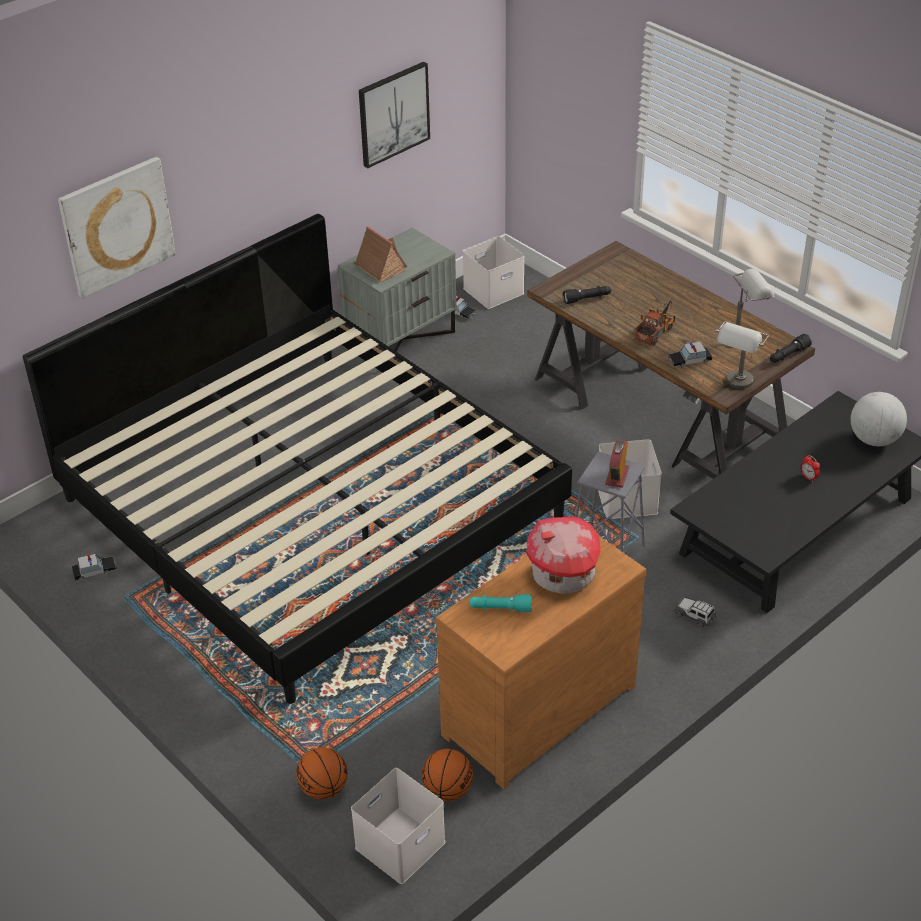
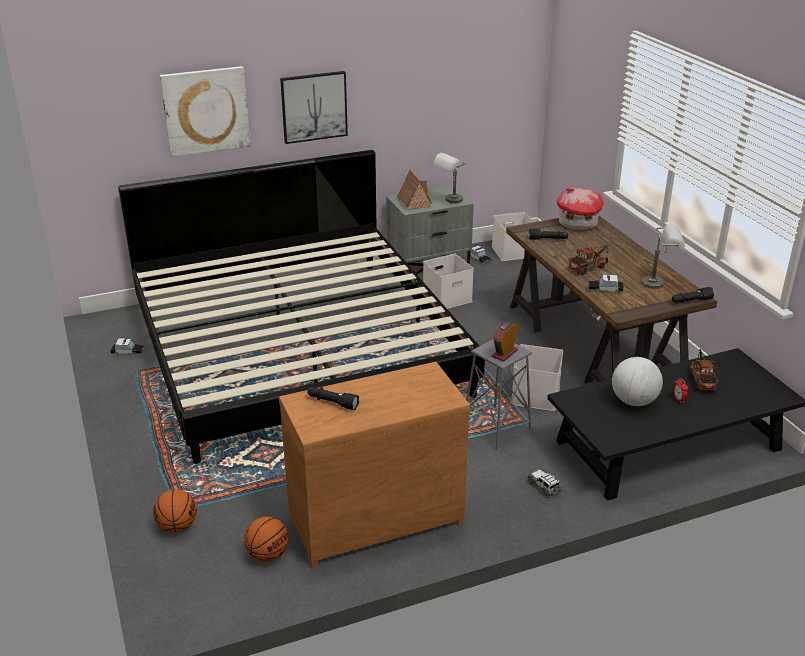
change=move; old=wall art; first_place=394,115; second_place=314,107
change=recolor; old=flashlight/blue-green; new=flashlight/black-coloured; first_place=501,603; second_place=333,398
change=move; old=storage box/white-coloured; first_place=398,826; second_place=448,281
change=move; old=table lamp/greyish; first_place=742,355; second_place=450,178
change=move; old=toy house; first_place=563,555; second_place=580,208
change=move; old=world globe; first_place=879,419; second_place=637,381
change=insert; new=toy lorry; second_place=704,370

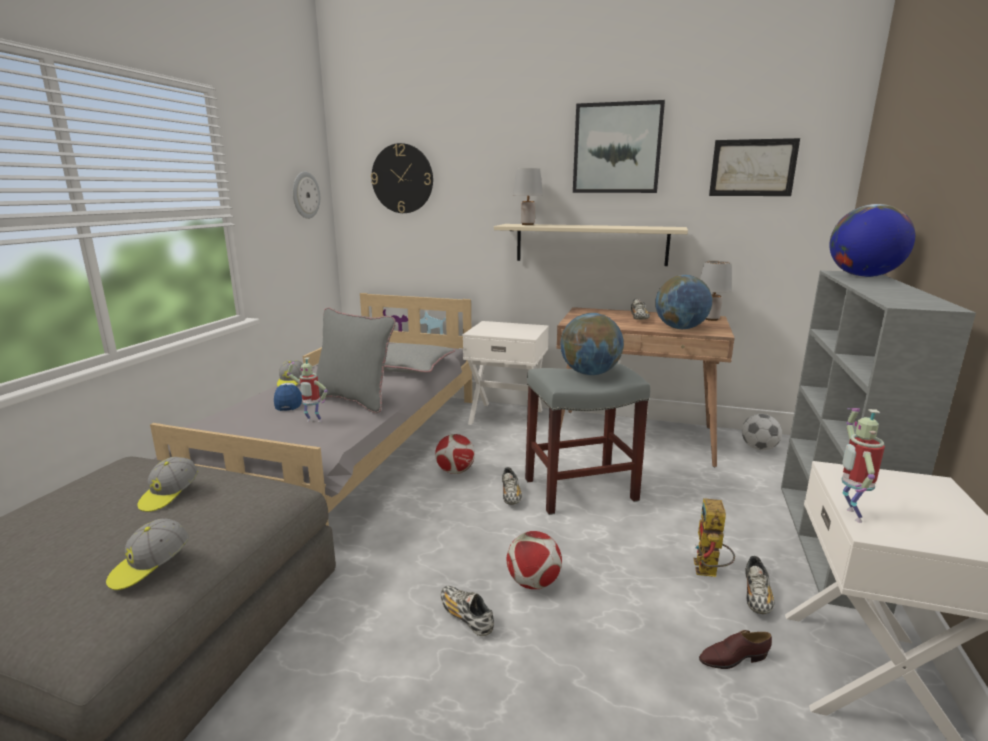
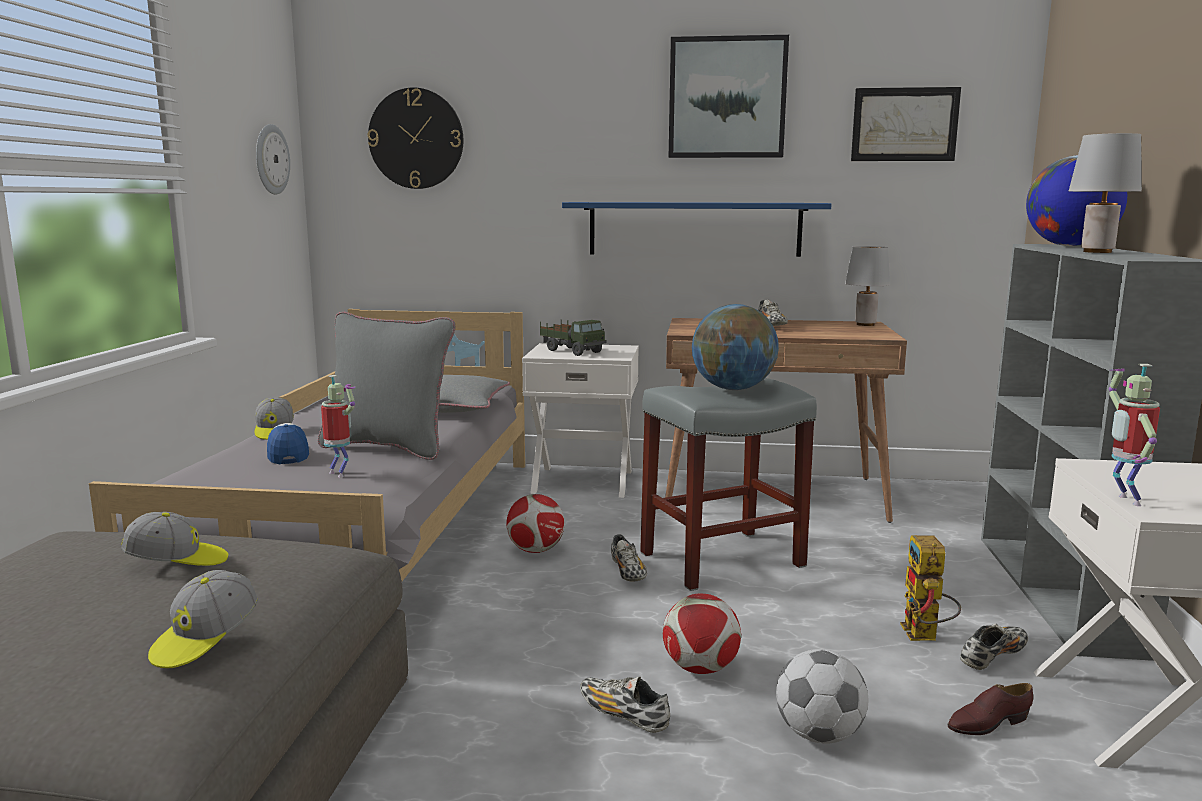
change=rotate; old=cap; first_place=167,484; second_place=174,539; degrees=-105
change=rotate; old=robot figure; first_place=307,389; second_place=338,426; degrees=-135
change=insert; new=toy lorry; second_place=573,338
change=recolor; old=wall shelf/sand-coloured; new=wall shelf/bluish; first_place=591,245; second_place=697,229
change=move; old=ball for football; first_place=762,432; second_place=822,696
change=rotate; old=item of footwear; first_place=759,585; second_place=994,646; degrees=-135
change=move; old=table lamp/greyish; first_place=528,196; second_place=1105,193
change=delete; old=world globe; first_place=683,302

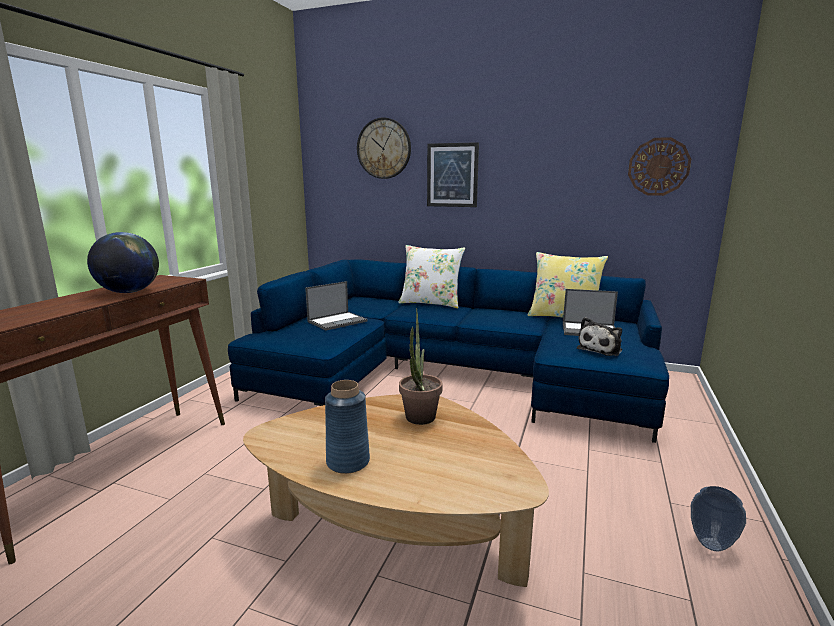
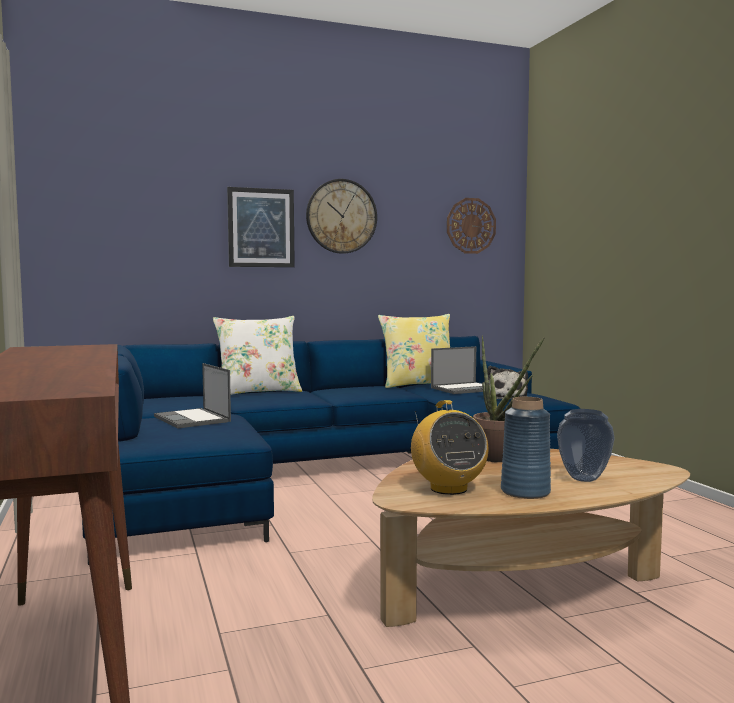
change=rotate; old=laptop; first_place=336,306; second_place=192,396; degrees=135
change=move; old=wall clock; first_place=384,148; second_place=341,216
change=insert; new=radio; second_place=450,447
change=move; old=vase; first_place=718,518; second_place=586,445
change=delete; old=world globe; first_place=123,262

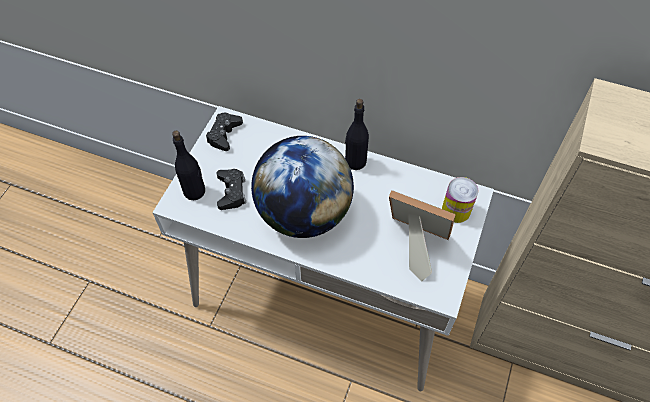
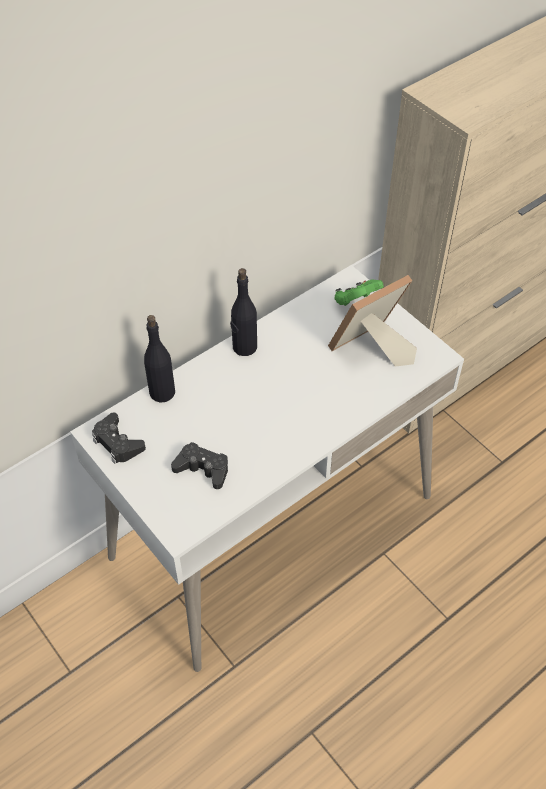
change=move; old=drink bottle/black-coloured; first_place=188,165; second_place=159,359
change=replace; old=sealed can; new=joypad/greenish; first_place=460,200; second_place=359,293
change=delete; old=world globe; first_place=302,187

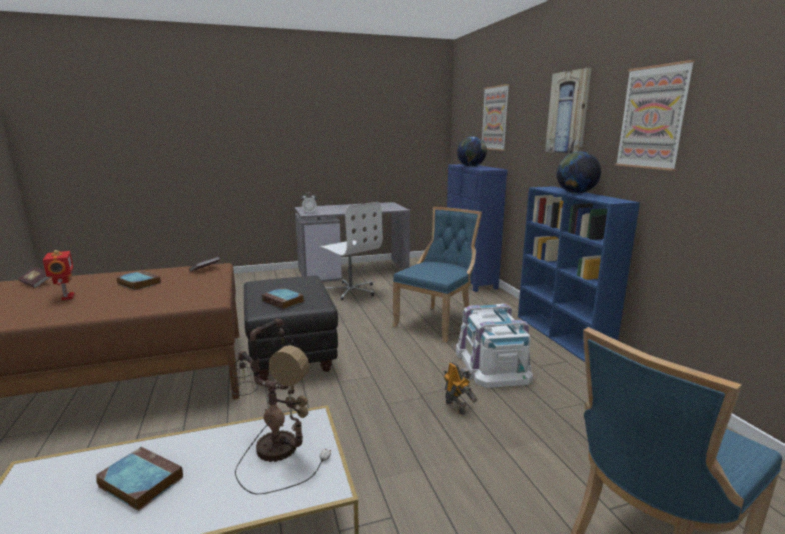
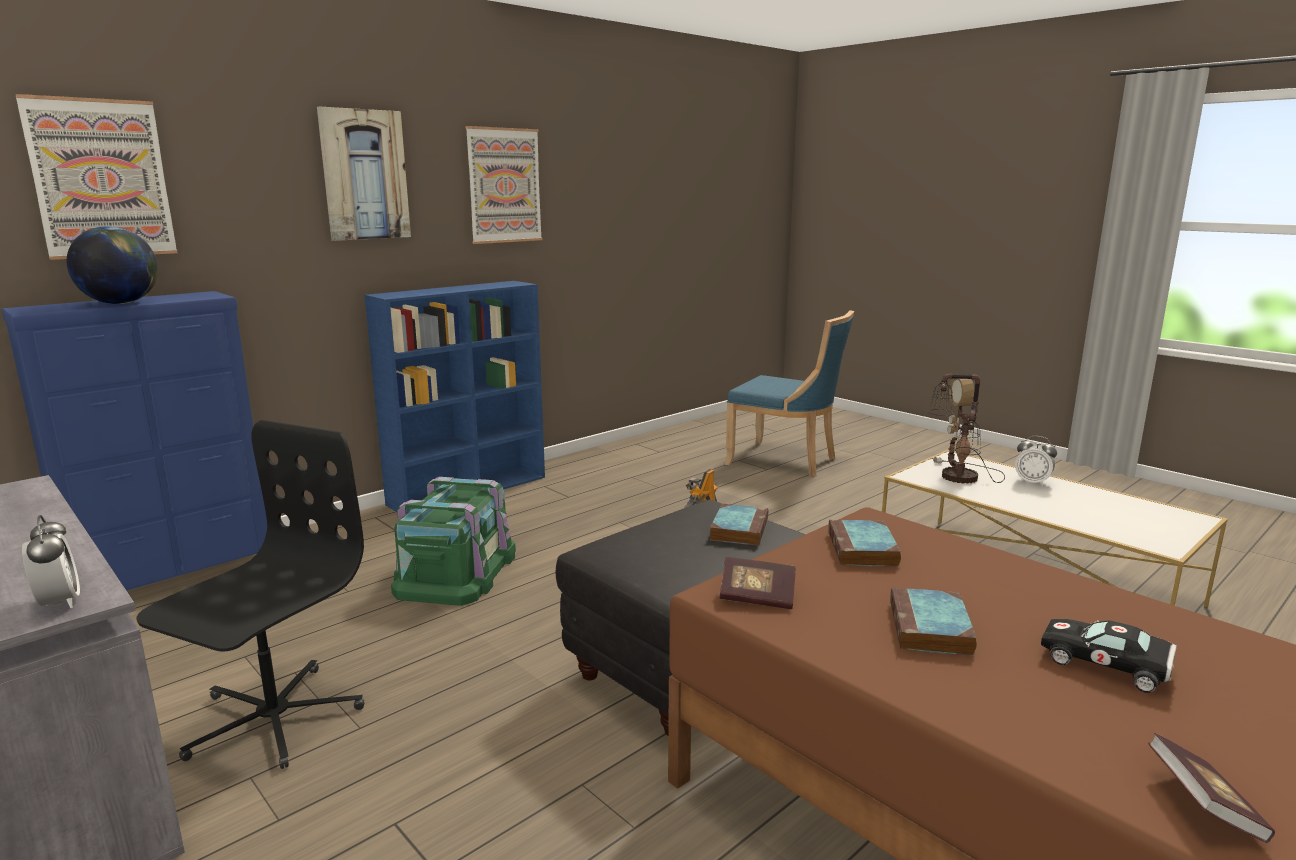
change=recolor; old=computer chair/white-coloured; new=computer chair/black-coloured; first_place=351,251; second_place=250,594
change=replace; old=plain chair/bluish; new=storage box/greenish; first_place=437,274; second_place=453,541
change=move; old=book; first_place=139,479; second_place=864,543
change=insert; new=alarm clock; second_place=1036,461
change=replace; old=robot figure; new=toy car/black-coloured; first_place=59,275; second_place=1109,656
change=delete; old=storage box/white-coloured; first_place=494,346
change=delete; old=world globe; first_place=578,173

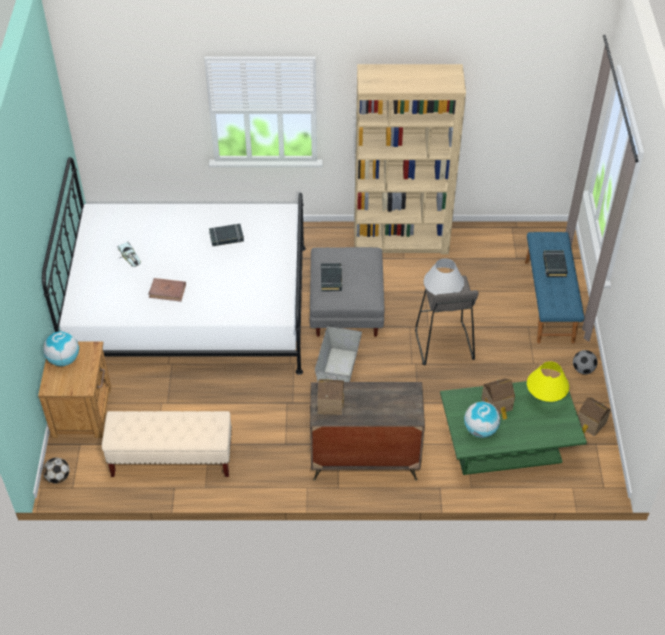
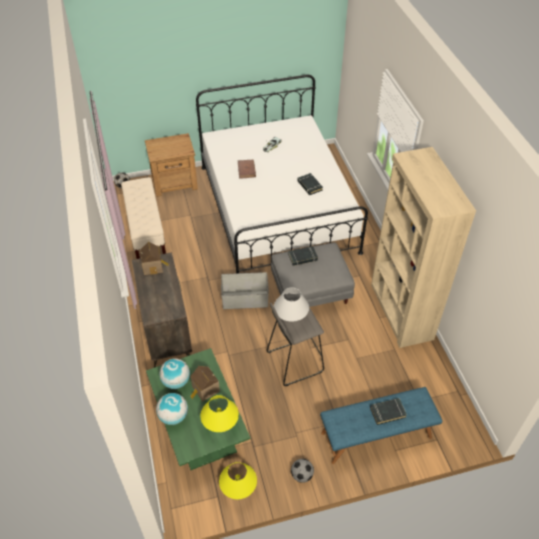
change=move; old=world globe; first_place=61,348; second_place=172,409
change=replace; old=toy house; new=table lamp/yellow; first_place=594,417; second_place=238,480

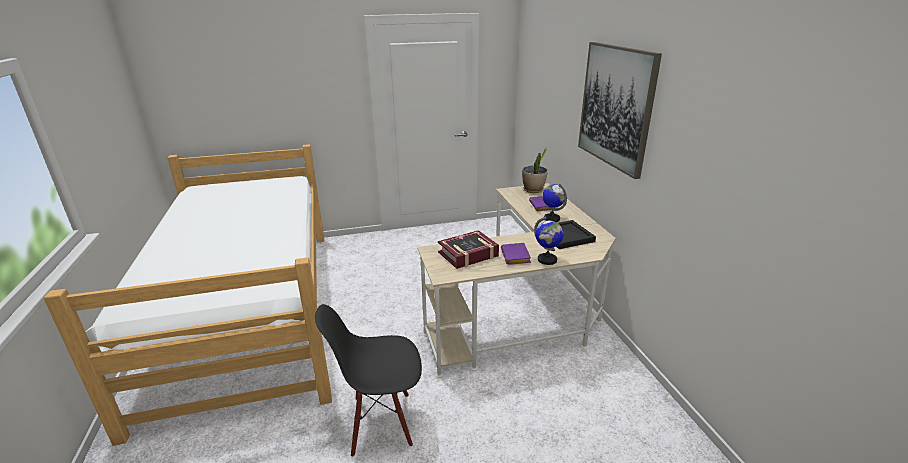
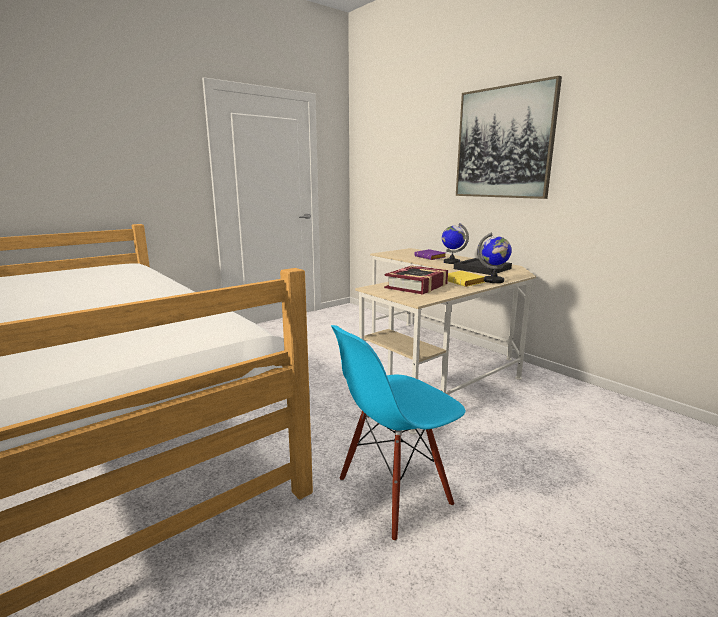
change=recolor; old=plain chair/black-coloured; new=plain chair/bluish; first_place=368,380; second_place=398,433
change=recolor; old=book/purple-coloured; new=book/yellow; first_place=516,254; second_place=466,279
change=delete; old=houseplant; first_place=535,169

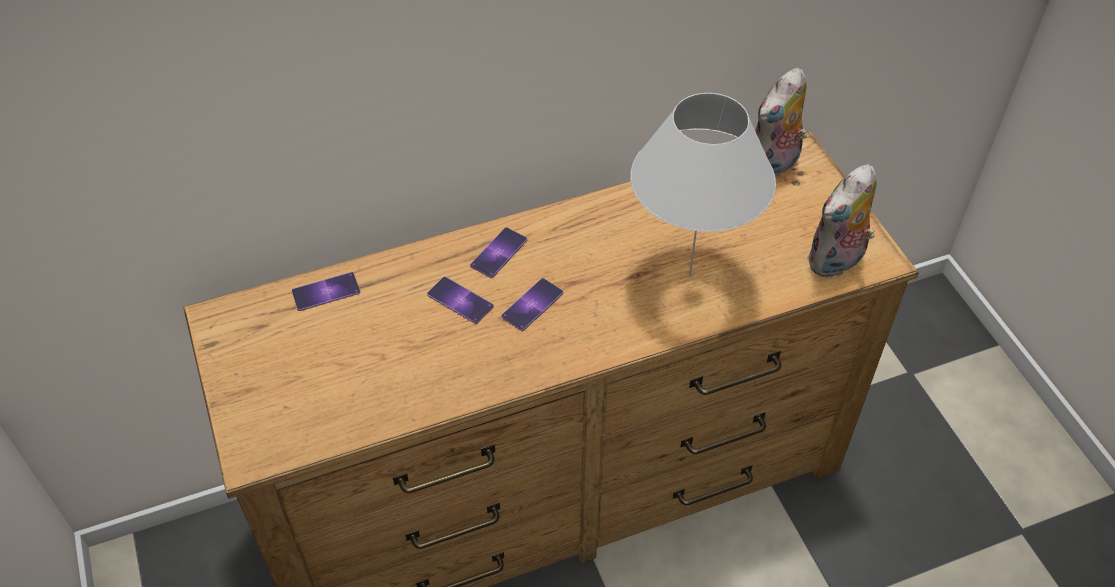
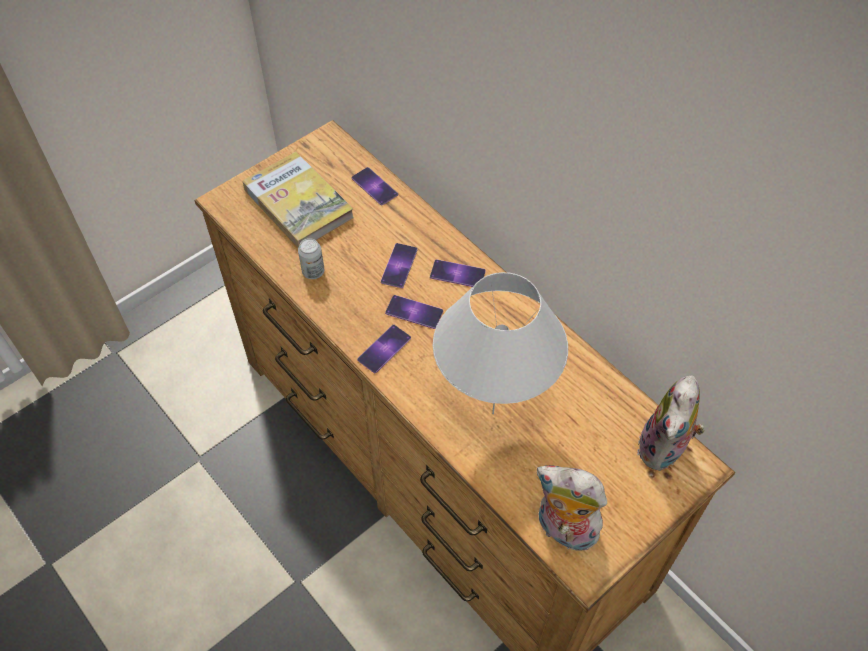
change=insert; new=book; second_place=298,200
change=insert; new=sealed can; second_place=311,258
change=insert; new=handset; second_place=384,349
change=rotate; old=cuddly toy; first_place=781,123; second_place=671,423; degrees=-90

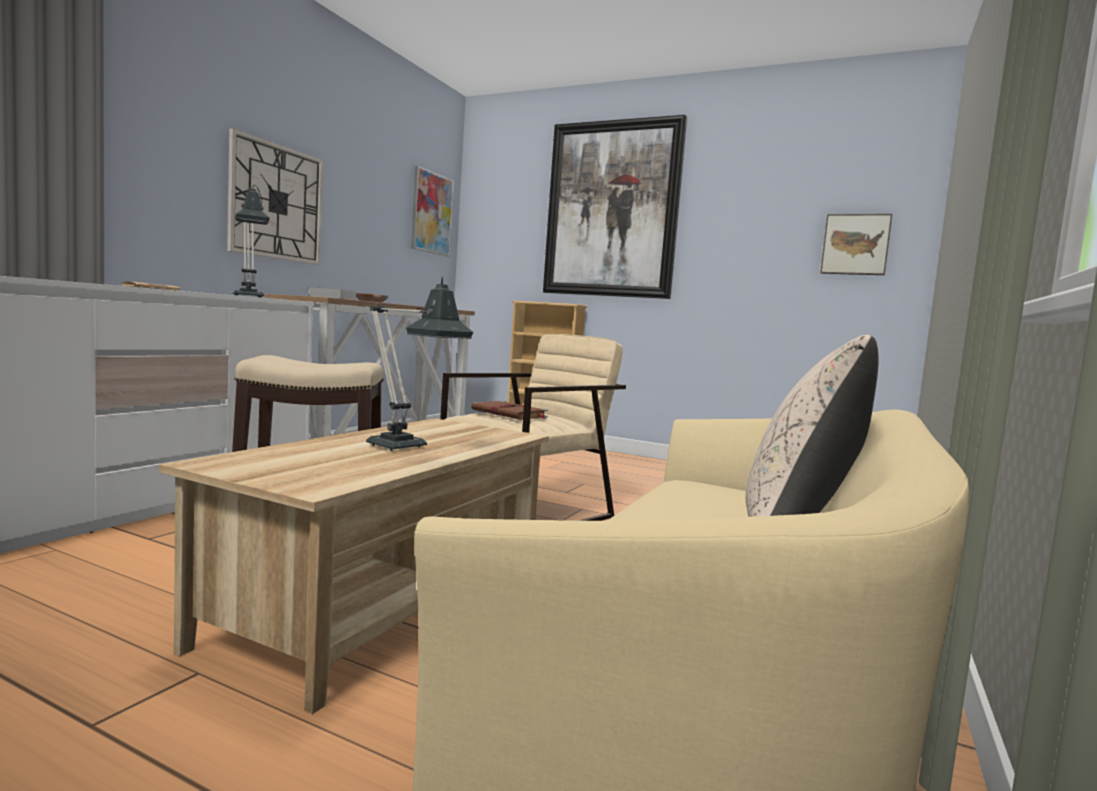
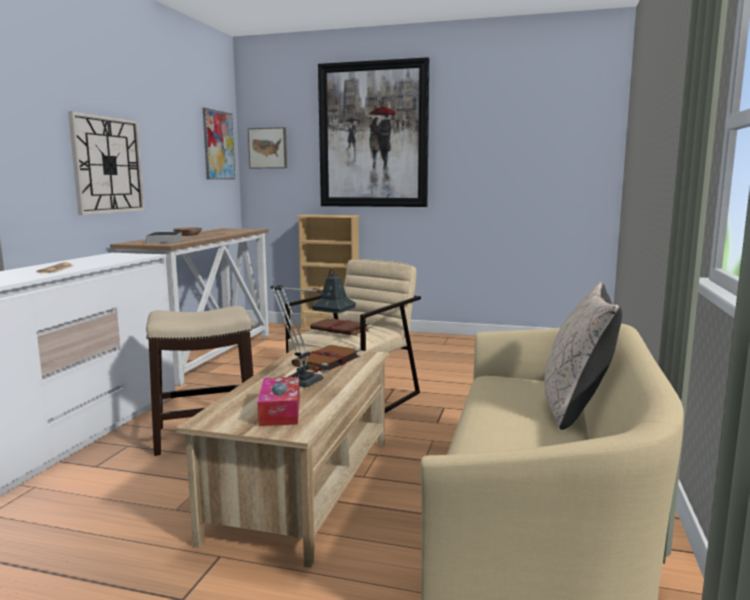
change=move; old=wall art; first_place=856,244; second_place=267,147
change=insert; new=tissue box; second_place=278,401
change=insert; new=book/brownish; second_place=326,359
change=delete; old=table lamp; first_place=251,241

